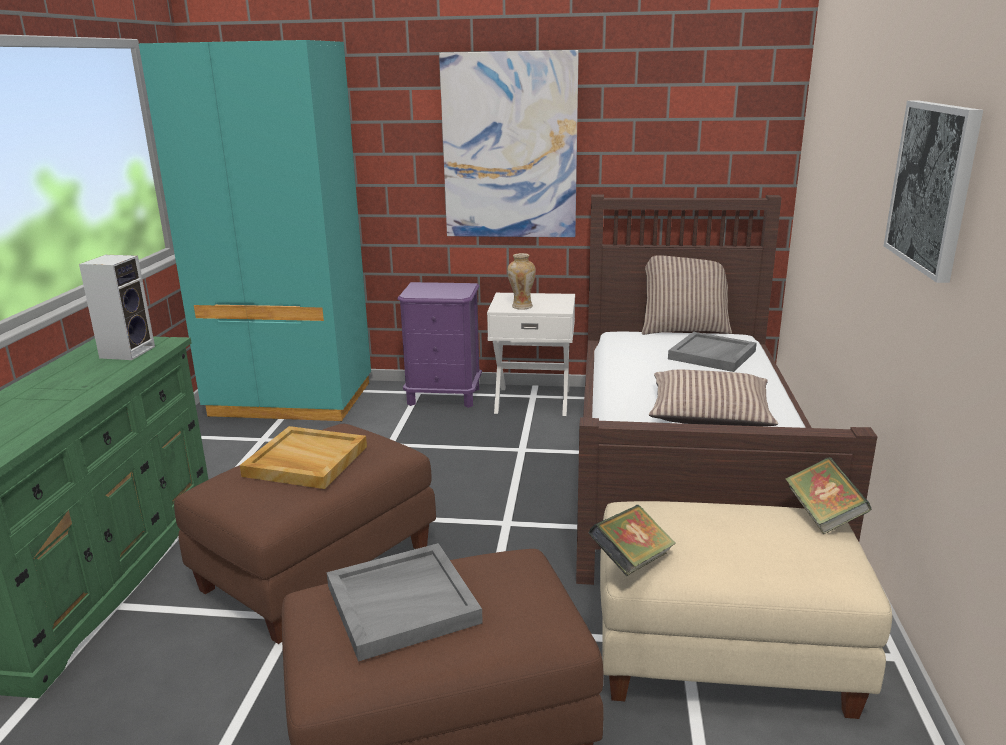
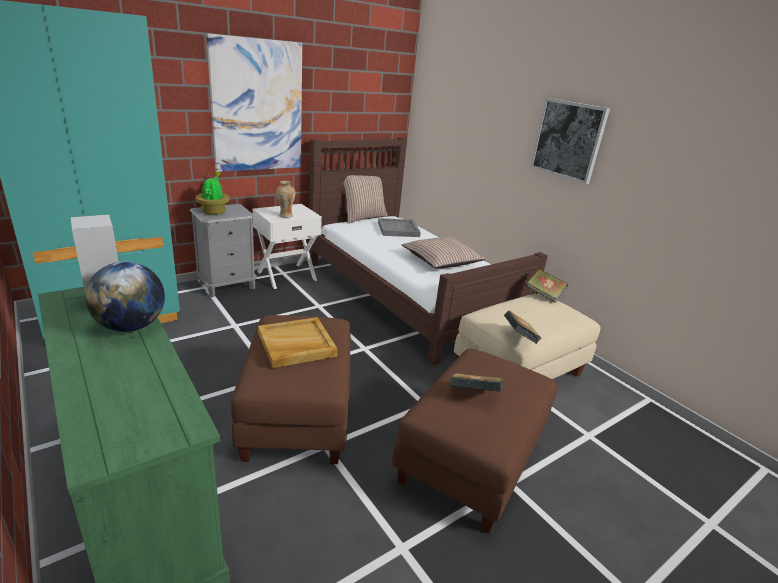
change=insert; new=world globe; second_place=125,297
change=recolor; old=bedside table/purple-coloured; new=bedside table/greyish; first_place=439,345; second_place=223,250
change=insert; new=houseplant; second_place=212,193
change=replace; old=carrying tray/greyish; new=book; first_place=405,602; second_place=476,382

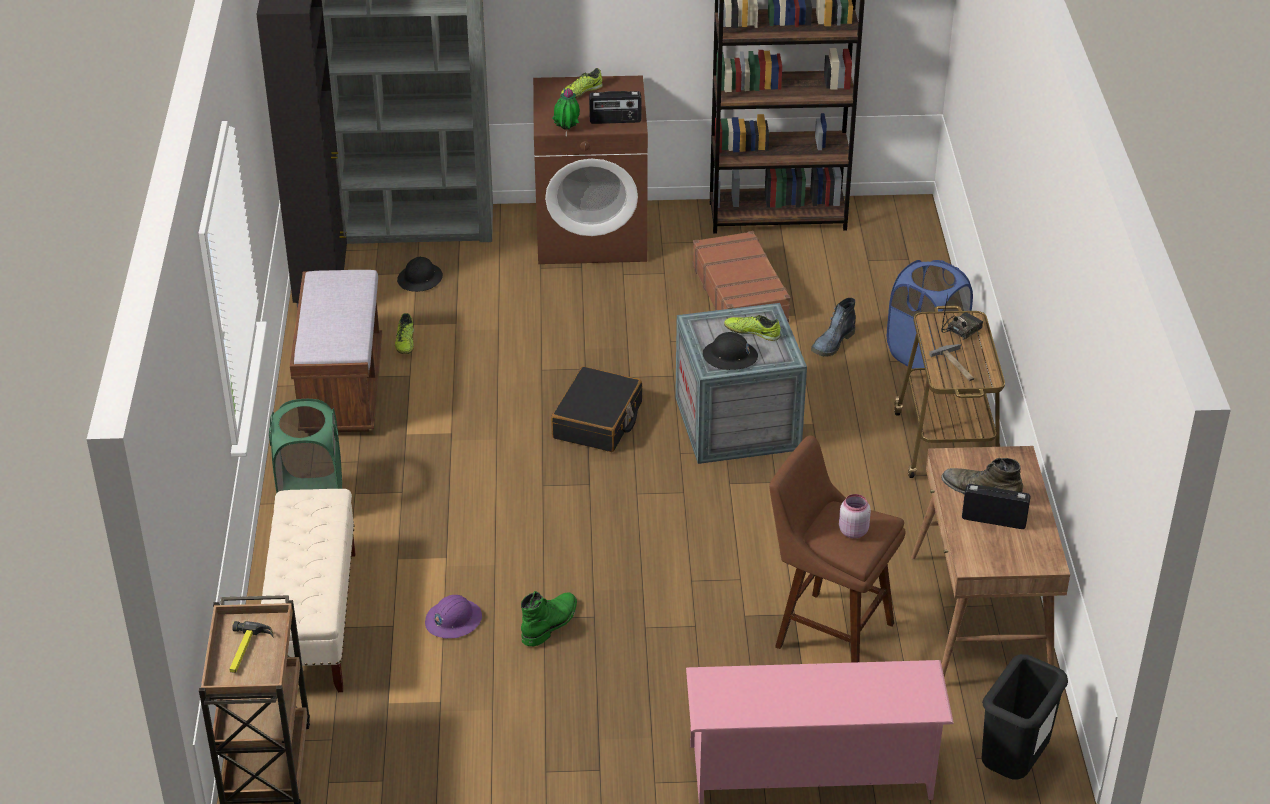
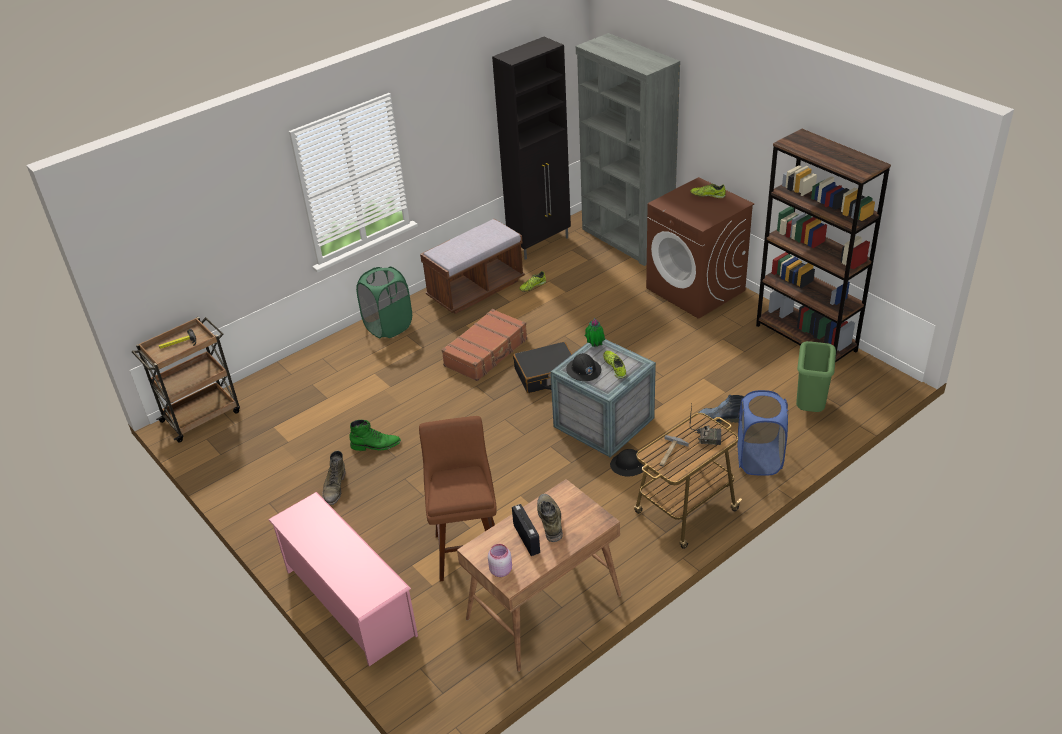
change=insert; new=high-top boot/greenish; second_place=334,478
change=move; old=suitcase/brownish; first_place=742,277; second_place=484,345
change=move; old=preserve jar/pink-coloured; first_place=855,516; second_place=500,560
change=move; old=houseplant; first_place=566,109; second_place=595,332
change=move; old=work helmet/black-coloured; first_place=420,274; second_place=627,463
change=insert; new=trash can/greenish; second_place=816,376
change=delete; old=indoor bench/sand-coloured; first_place=308,590
change=delete; old=work helmet/purple-coloured; first_place=453,617
change=delete; old=radio; first_place=615,107
change=delete; old=trash can/black-coloured; first_place=1025,716

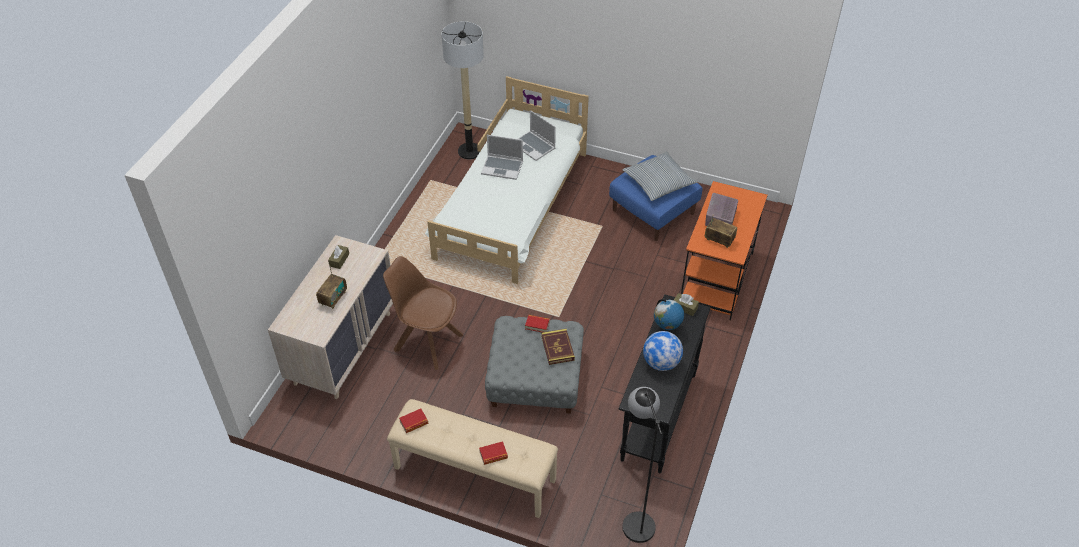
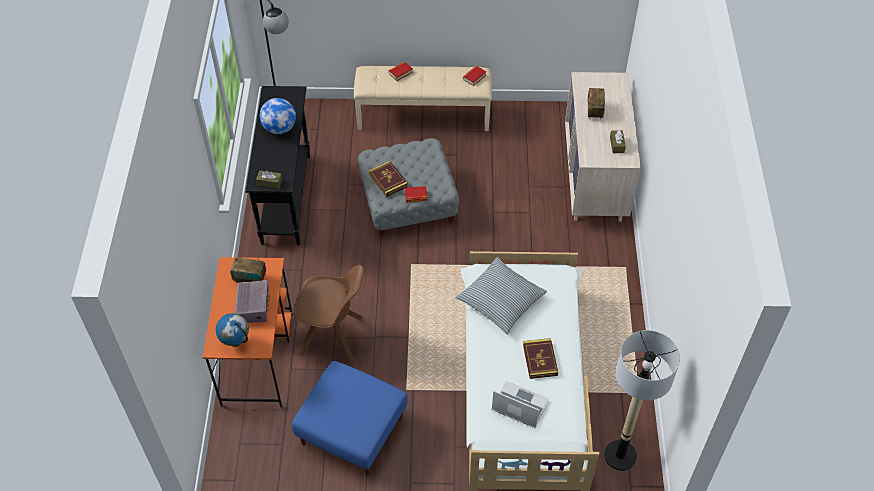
change=move; old=world globe; first_place=669,315; second_place=232,330
change=move; old=plain chair/brownish; first_place=423,313; second_place=329,313
change=move; old=cushion; first_place=660,176; second_place=501,295
change=replace; old=laptop; new=book; first_place=502,157; second_place=540,358

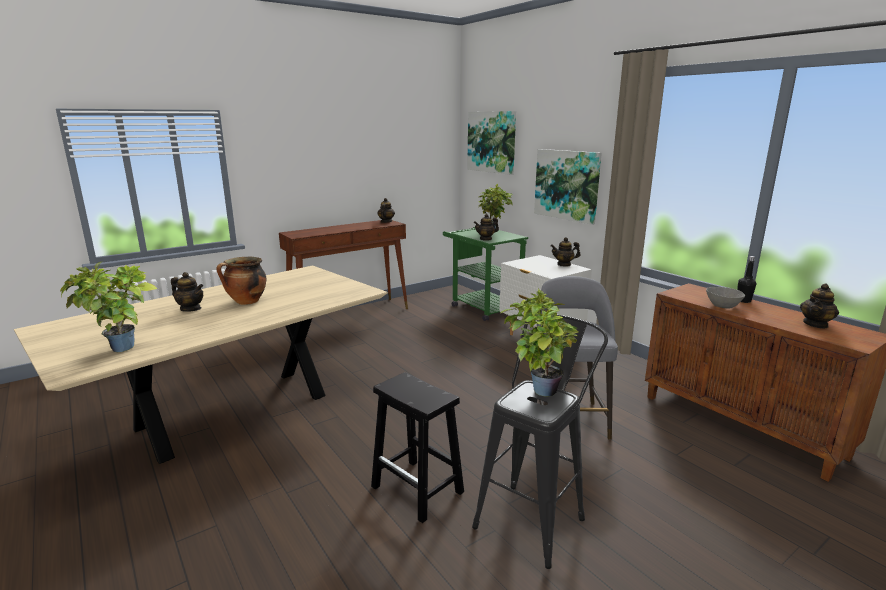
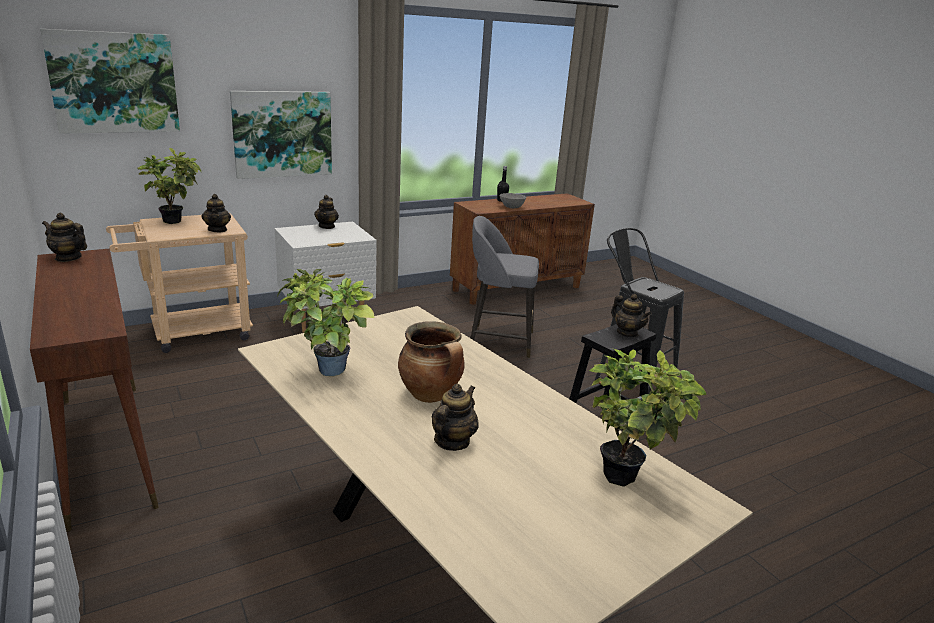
change=recolor; old=wheeled cart/greenish; new=wheeled cart/sand-coloured; first_place=485,274; second_place=179,283
change=move; old=houseplant; first_place=539,342; second_place=326,322
change=move; old=pot for tea; first_place=819,306; second_place=631,315

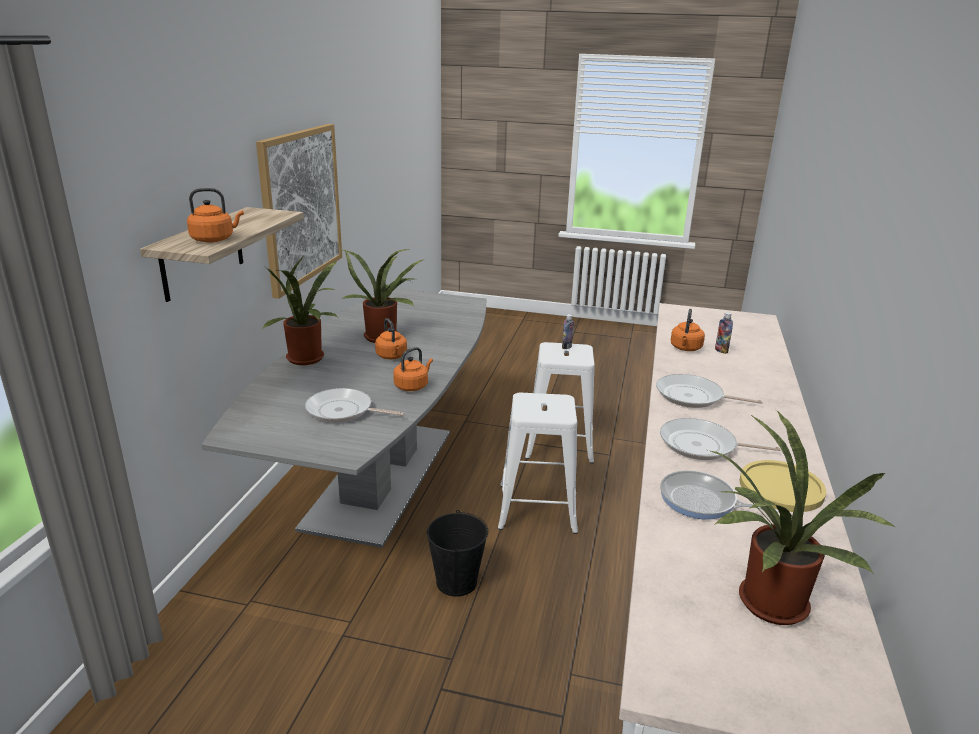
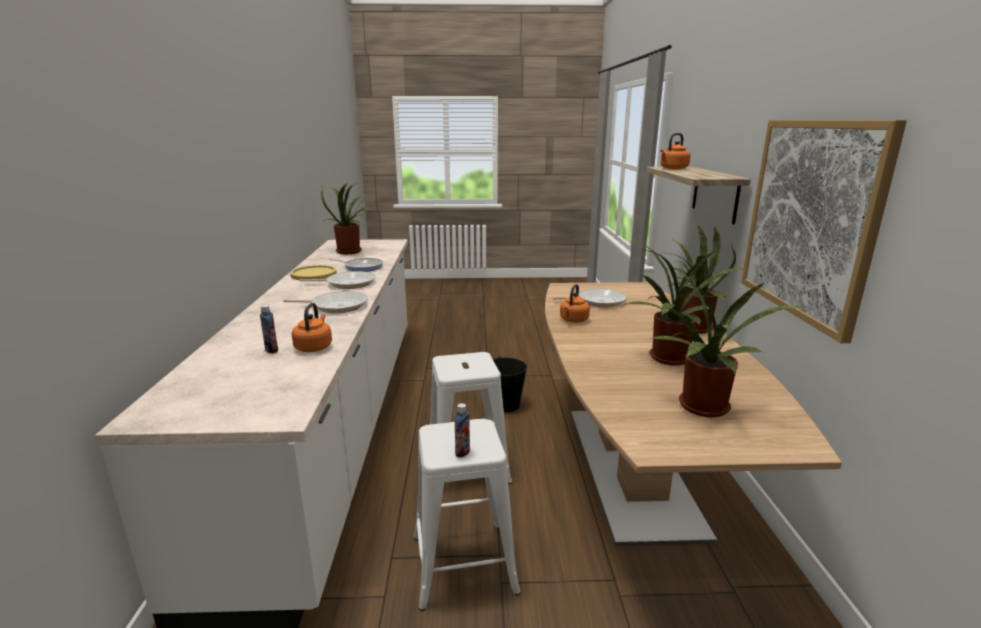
change=recolor; old=dining table/greyish; new=dining table/brownish; first_place=344,418; second_place=693,414
change=insert; new=houseplant; second_place=726,343
change=delete; old=kettle/orangey; first_place=391,338

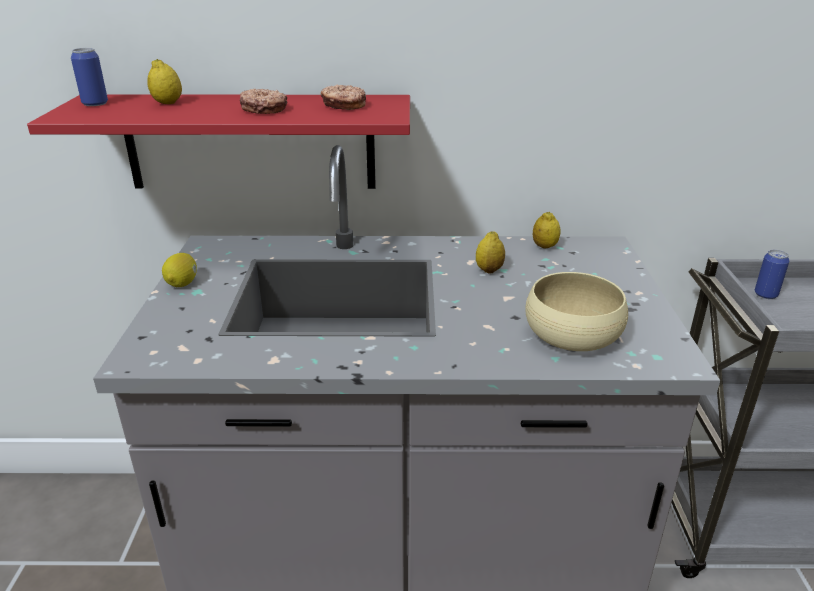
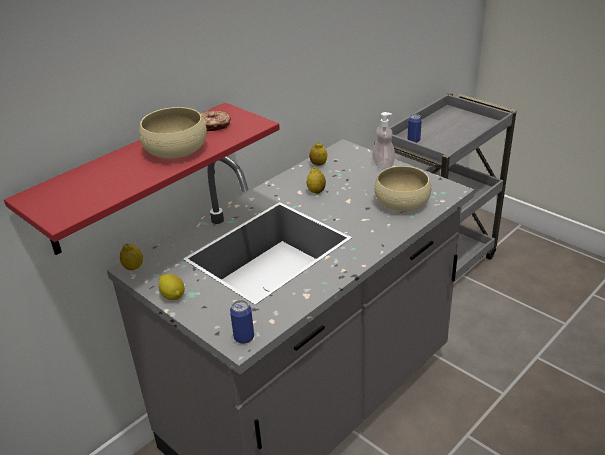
change=move; old=citrus fruit; first_place=164,81; second_place=131,256
change=replace; old=ring doughnut; new=deep dish/sand-coloured; first_place=263,101; second_place=173,133
change=move; old=sealed can; first_place=89,77; second_place=242,322
change=insert; new=soap bottle; second_place=383,140

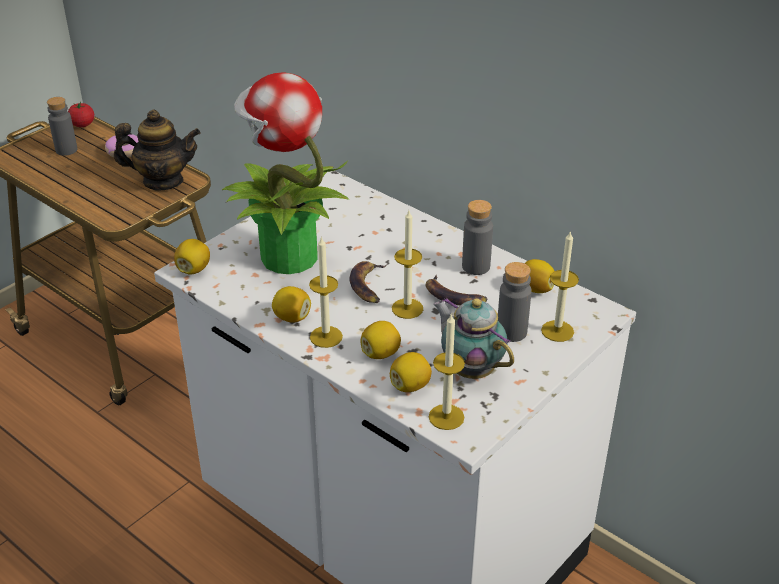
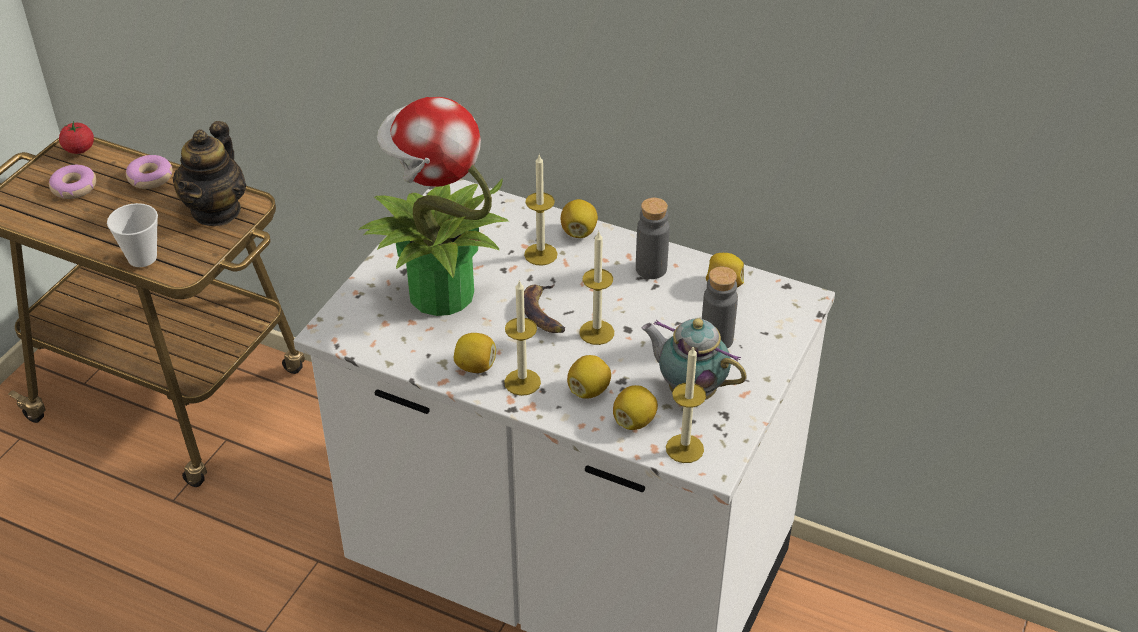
change=replace; old=drink bottle/greyish; new=ring doughnut; first_place=62,126; second_place=72,182
change=insert; new=small cup; second_place=132,235
change=rotate; old=pot for tea; first_place=157,150; second_place=209,173; degrees=120
change=move; old=candle; first_place=560,286; second_place=541,210
change=move; old=citrus fruit; first_place=192,257; second_place=579,218
change=delete; old=banana; first_place=456,290

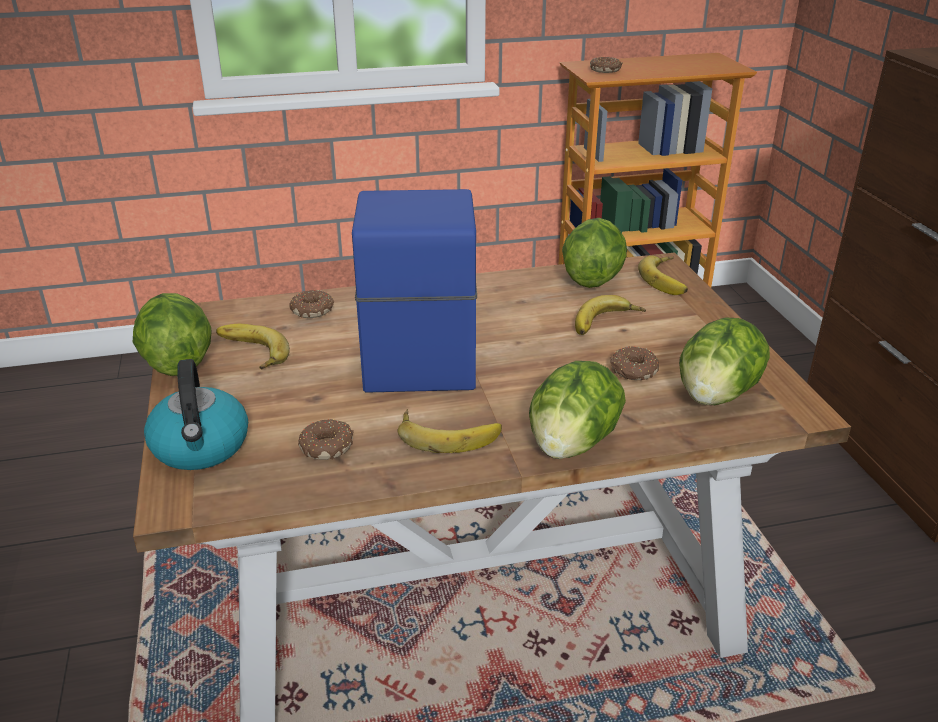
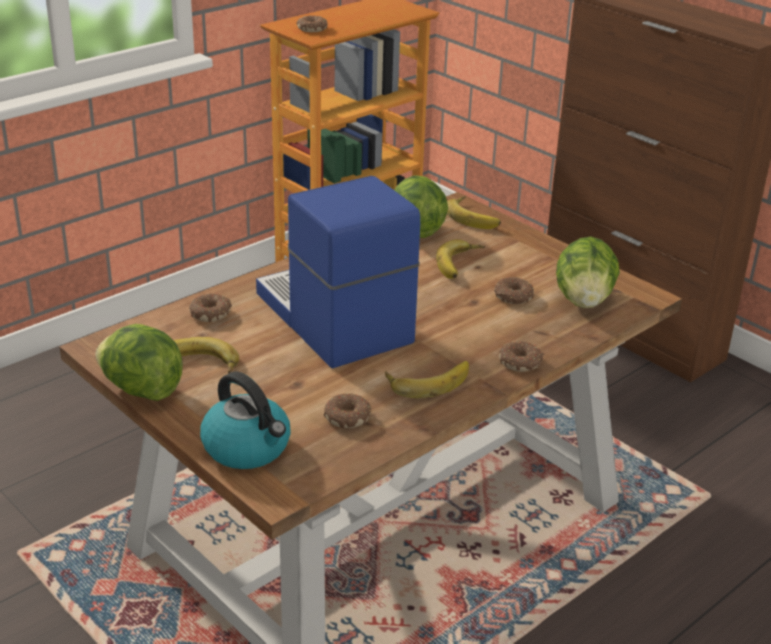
change=replace; old=lettuce head; new=ring doughnut; first_place=577,410; second_place=521,356

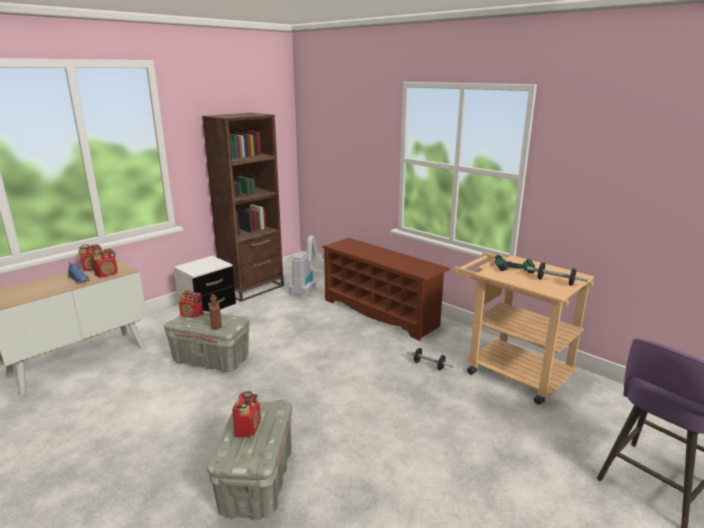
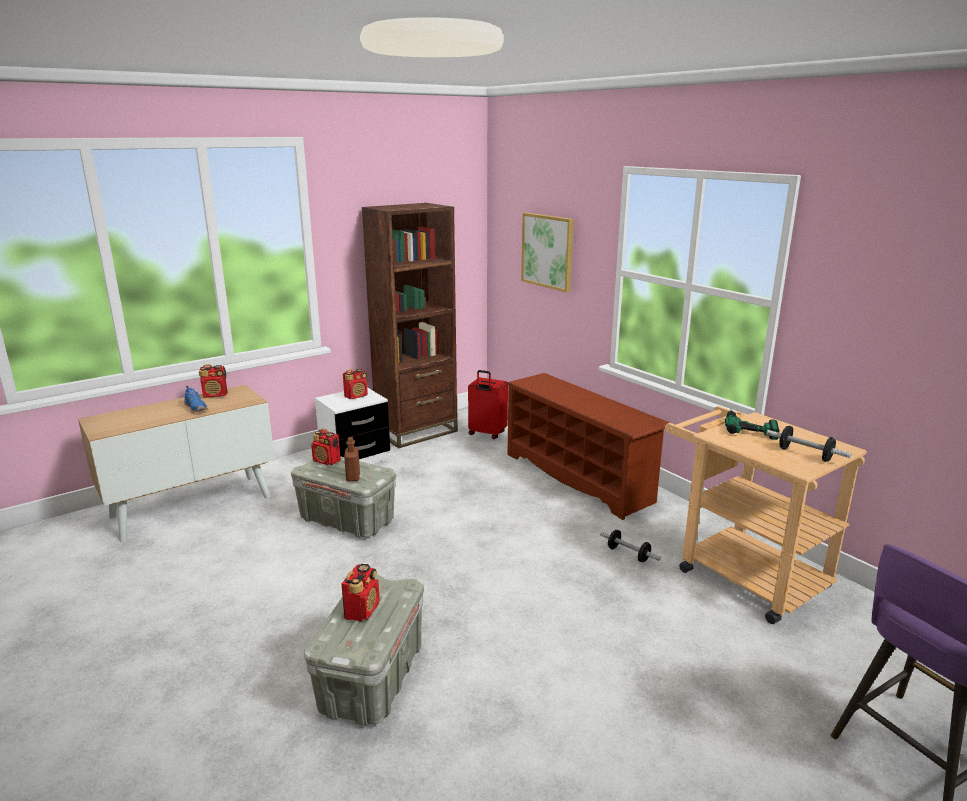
change=move; old=radio; first_place=104,263; second_place=355,384
change=replace; old=vacuum cleaner; new=suitcase/red; first_place=305,265; second_place=488,404
change=insert; new=wall art; second_place=547,253

